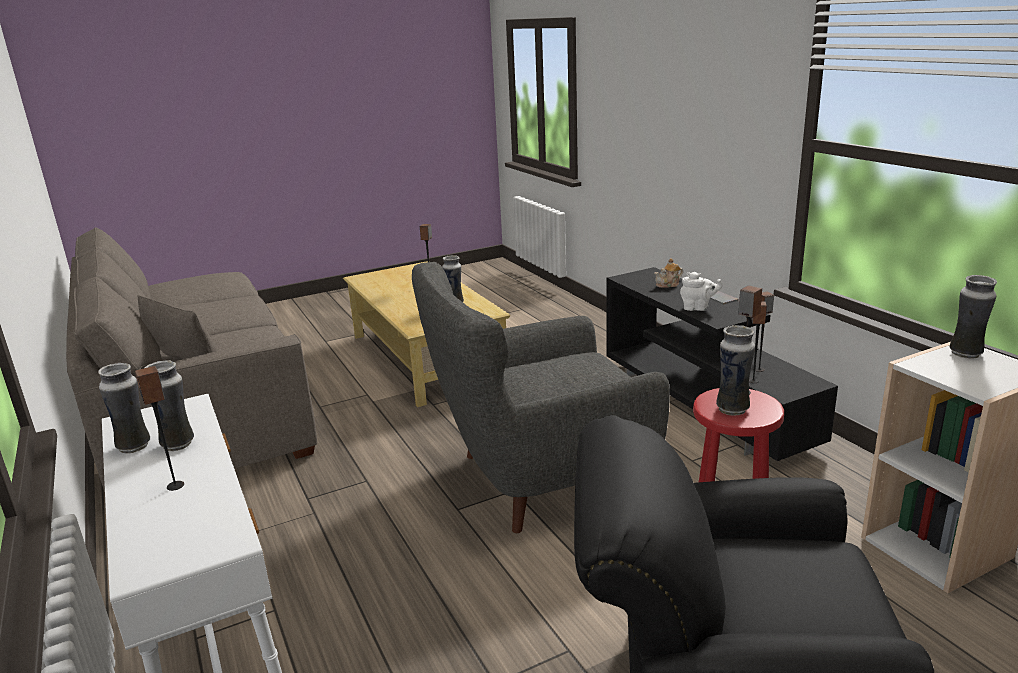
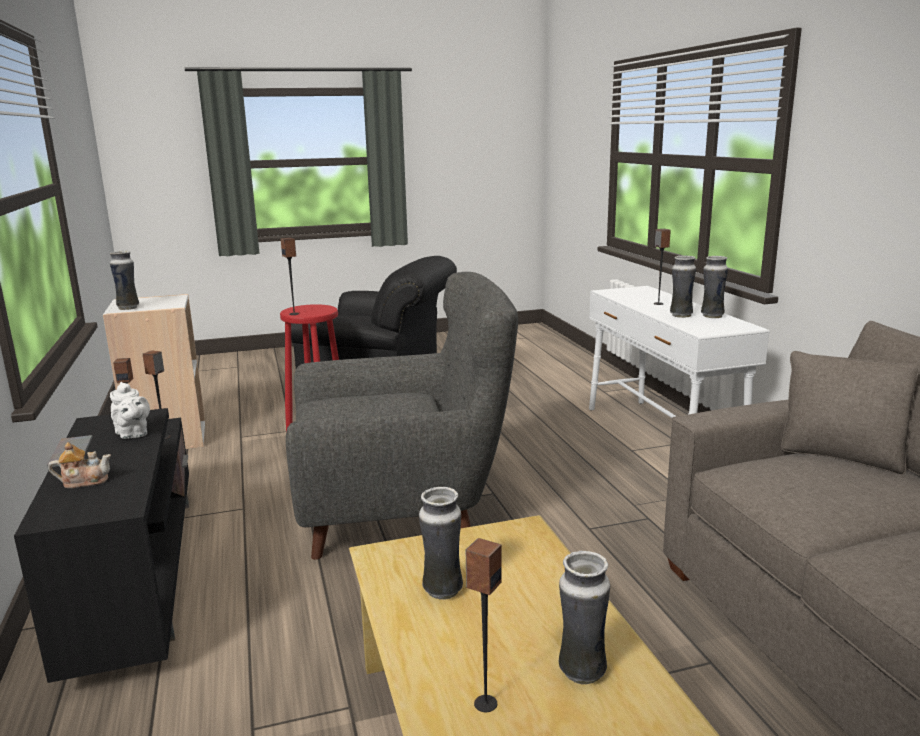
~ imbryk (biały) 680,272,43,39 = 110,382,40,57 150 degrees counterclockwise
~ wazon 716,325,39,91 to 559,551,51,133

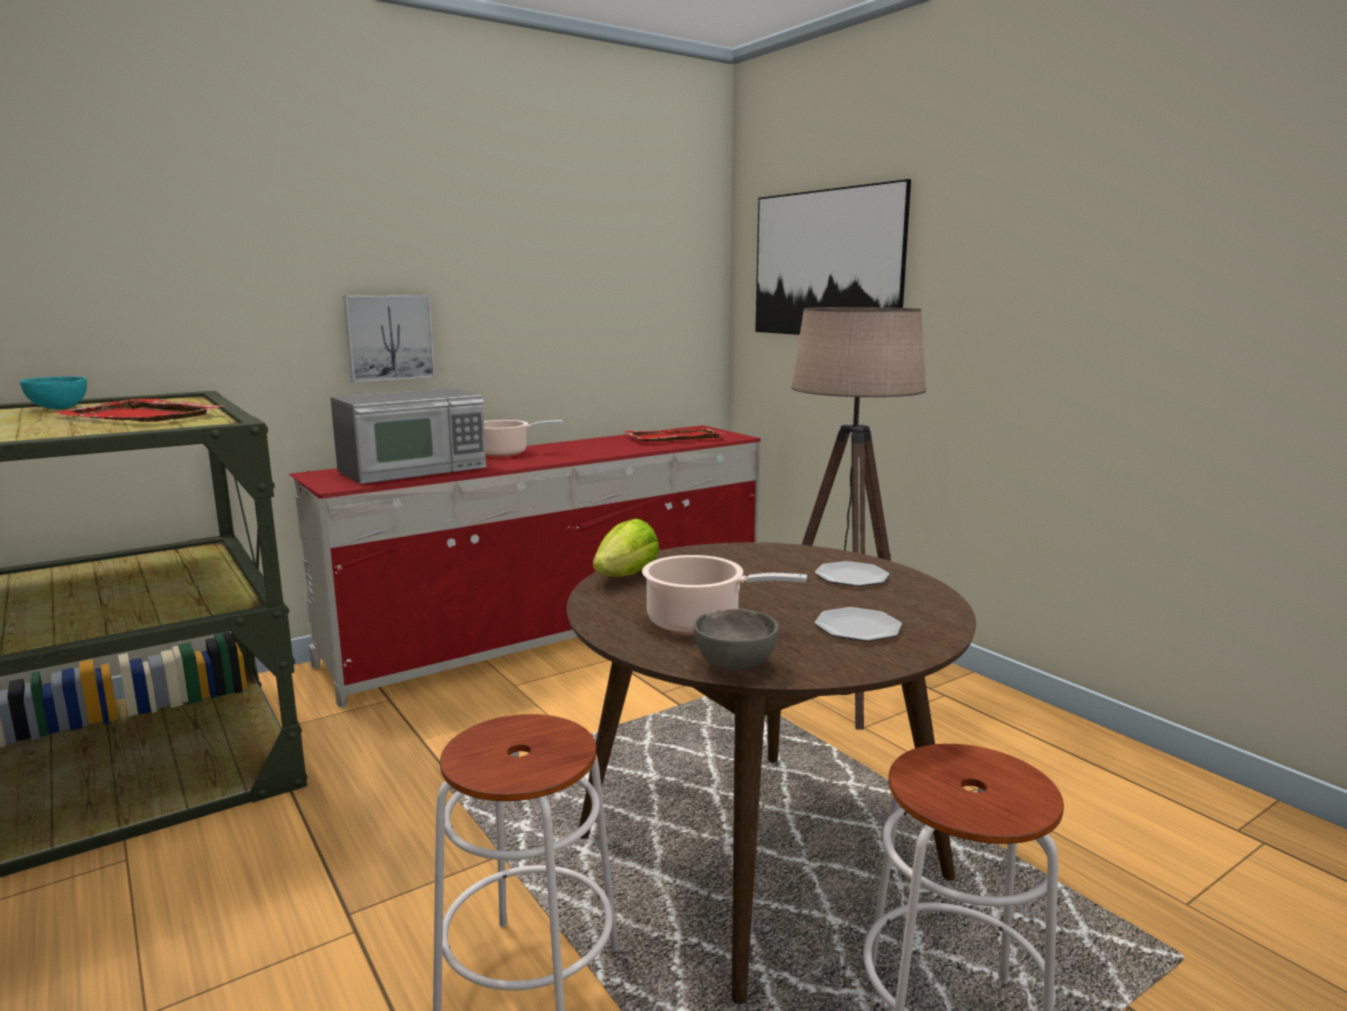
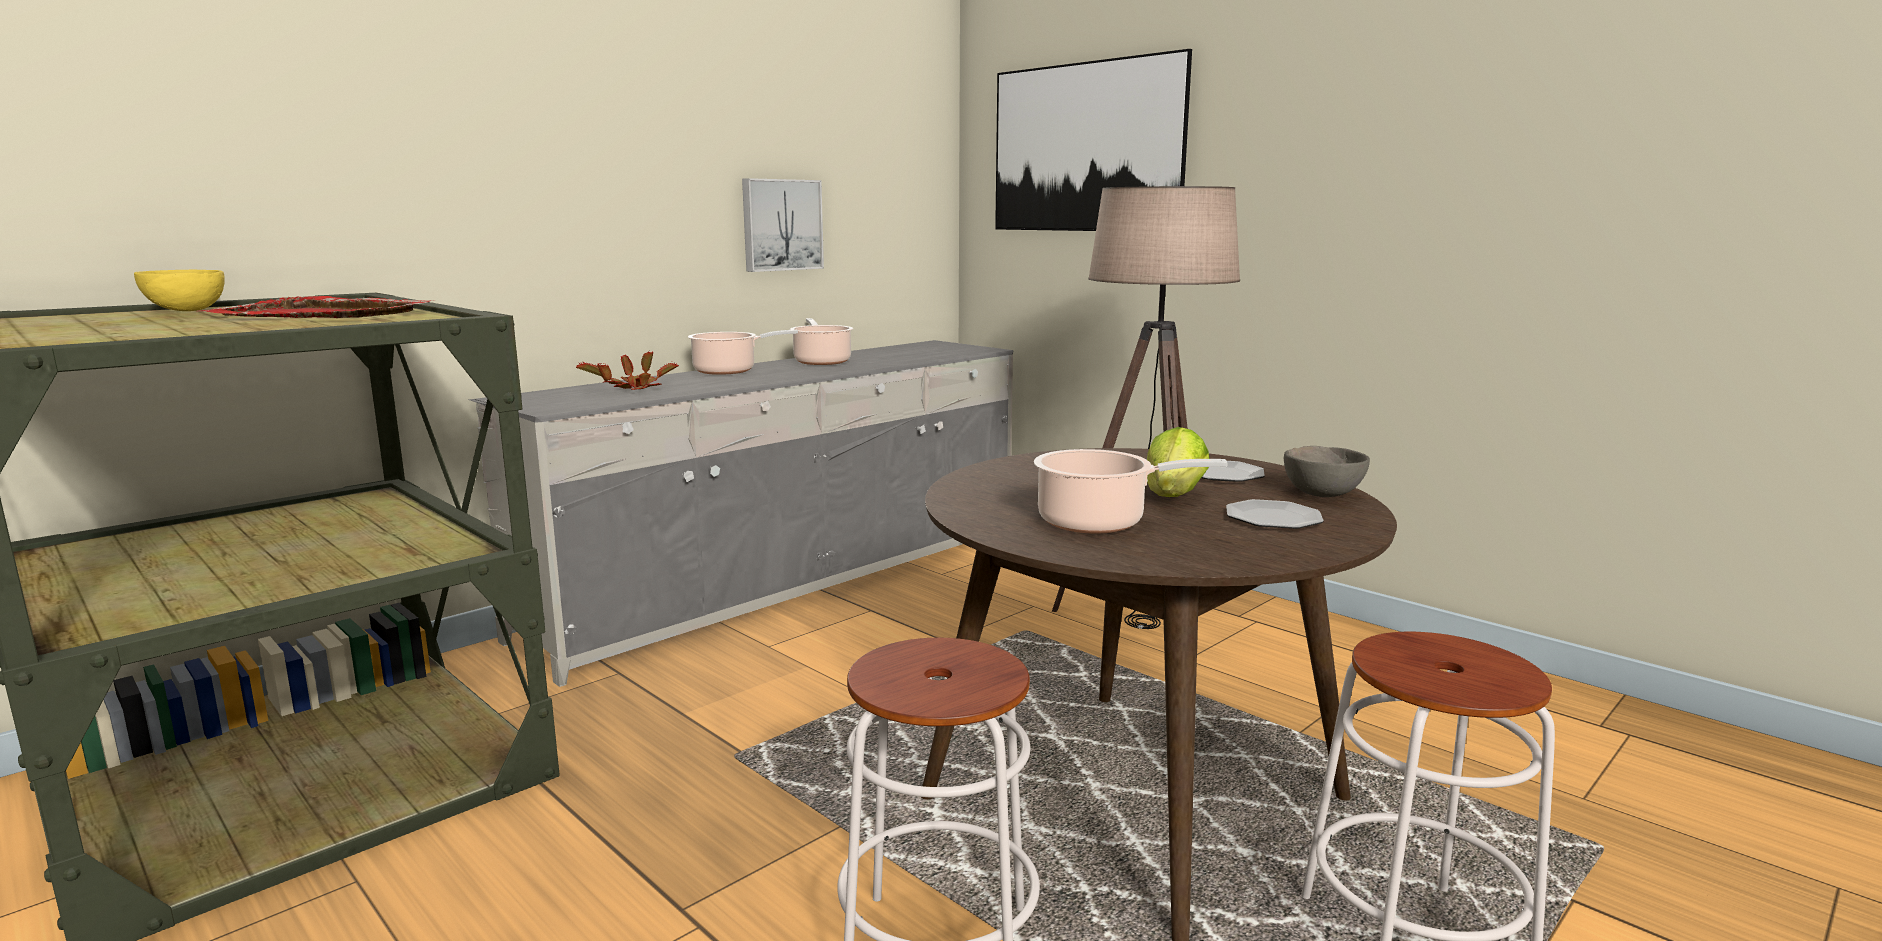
~ miska (turkusowy) 20,376,67,33 to miska (żółty) 134,270,91,41
~ szafka (czerwony) 289,425,472,283 to szafka (szary) 469,340,545,347
~ mikrofalówka 330,388,156,96 to roślina doniczkowa 576,350,103,40
~ obraz 343,295,92,87 to 742,178,82,94
+ garnek 790,318,63,47
~ sałata 593,518,67,59 to 1147,427,62,70
~ miska (szary) 693,609,86,62 to 1284,446,86,51
- taca (czerwony) 624,428,102,14

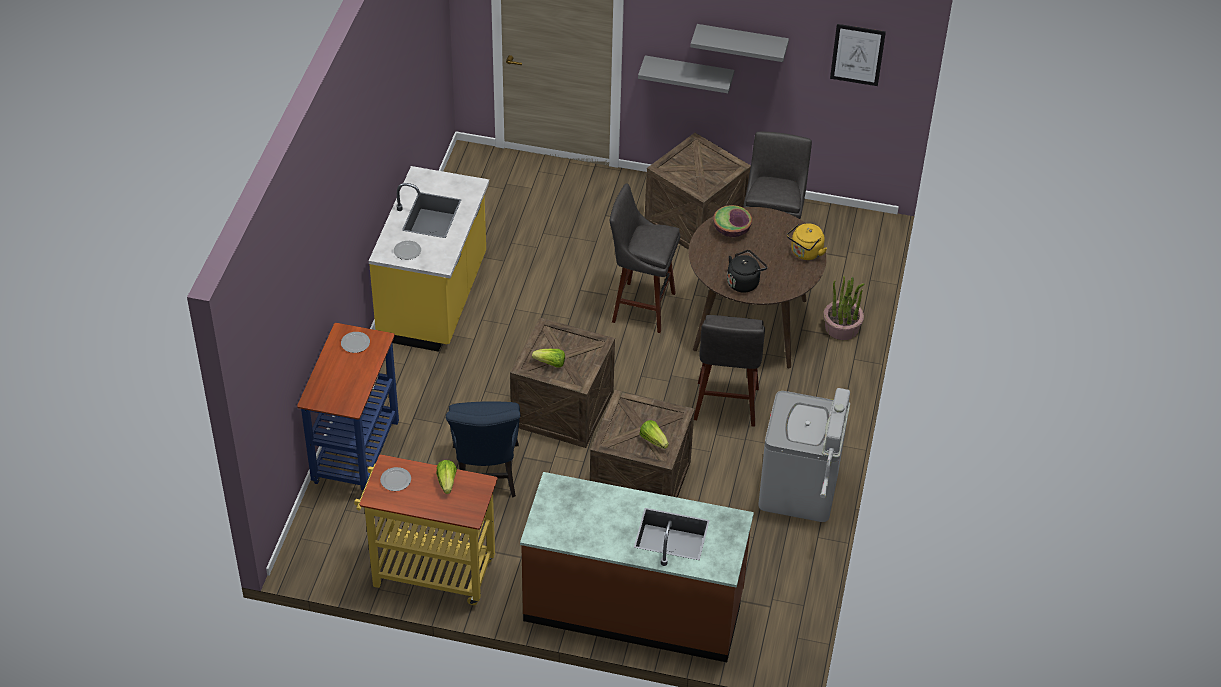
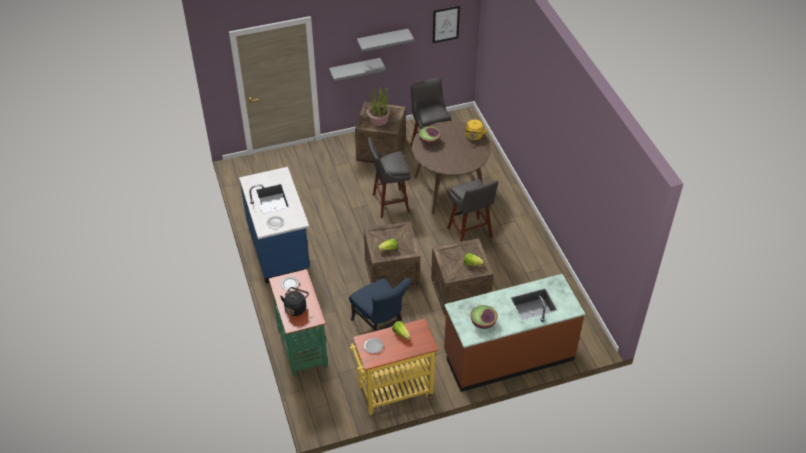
~ zabudowa kuchenna (żółty) 369,166,120,186 to zabudowa kuchenna (niebieski) 239,167,71,116
~ wózek (niebieski) 297,323,102,168 to wózek (zielony) 269,269,59,107
~ czajnik (czarny) 727,250,41,43 to 280,287,29,29
~ roślina doniczkowa 823,276,42,64 to 367,87,23,39
+ miska 471,305,27,24
- pralka (szary) 758,388,92,134

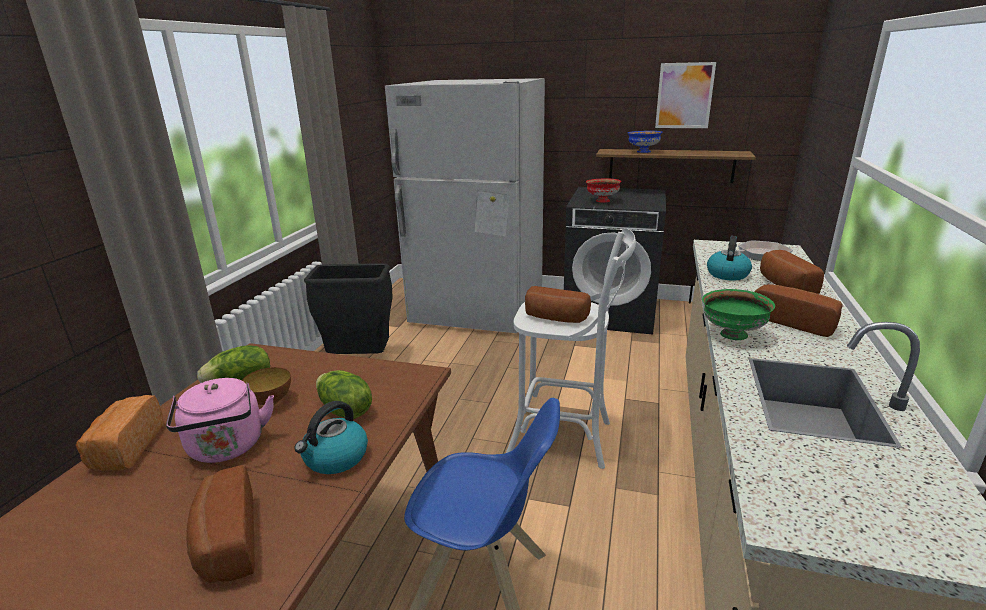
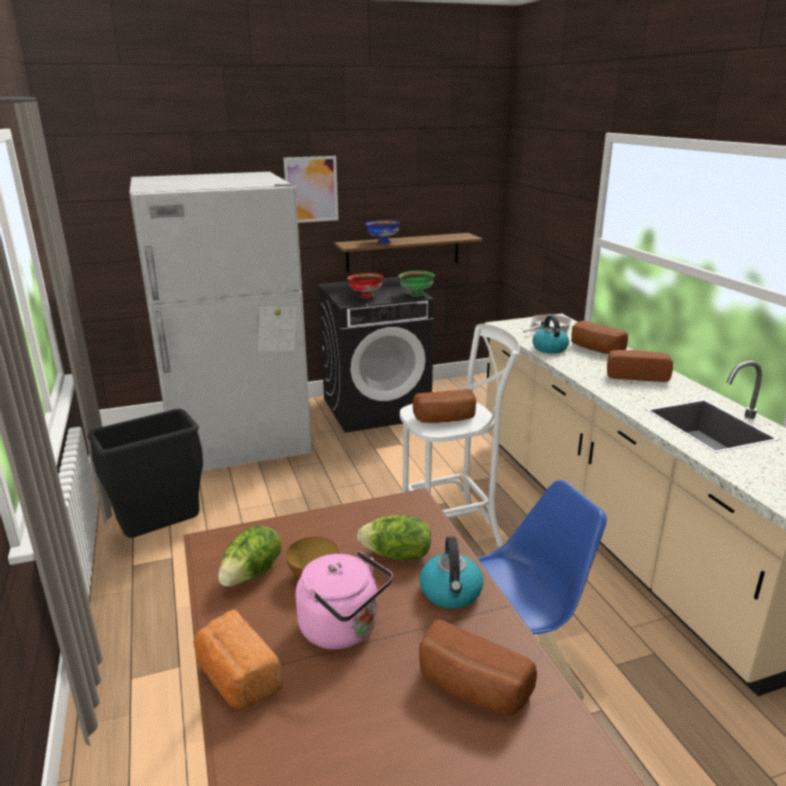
~ obraz 655,62,61,66 to 283,156,56,67
~ miska (zielony) 702,289,73,51 to 398,271,37,26

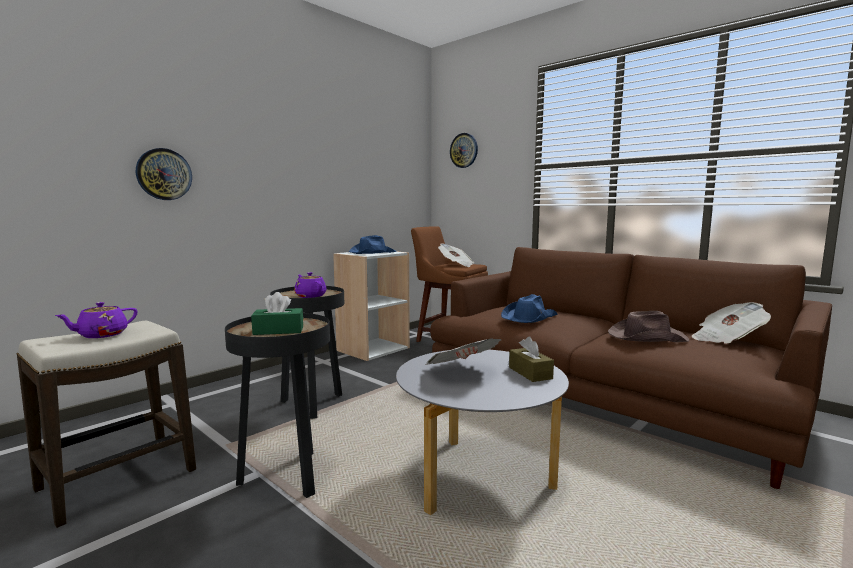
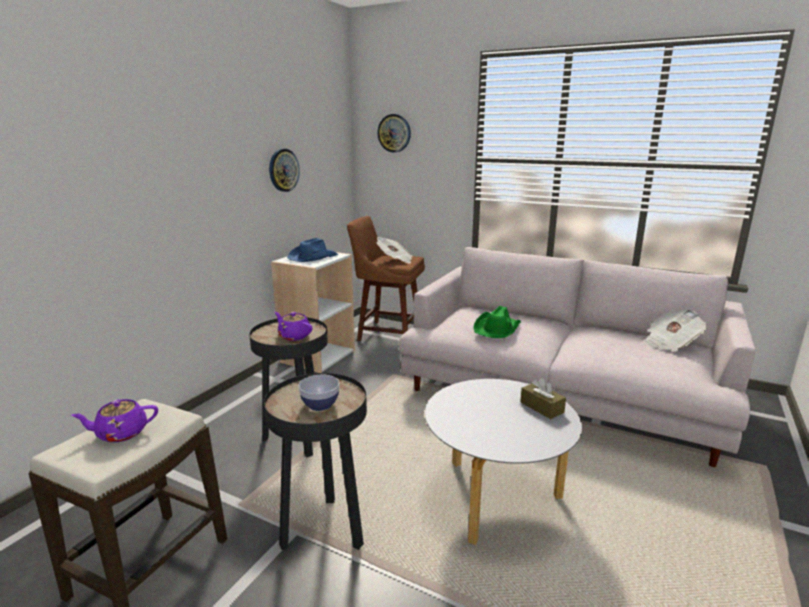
~ imbryk (fioletowy) 55,302,83,36 = 71,399,87,44 45 degrees clockwise
~ zegar ścienny 136,148,56,52 to 269,149,31,43
~ pudełko chusteczek (zielony) 251,292,52,43 to miska 299,375,40,36
~ kanapa (brązowy) 430,247,402,242 to kanapa (biały) 399,247,357,220
~ kapelusz (niebieski) 501,294,57,29 to kapelusz (zielony) 473,306,48,32
- gazeta 427,338,74,27
- kapelusz (brązowy) 608,311,81,31

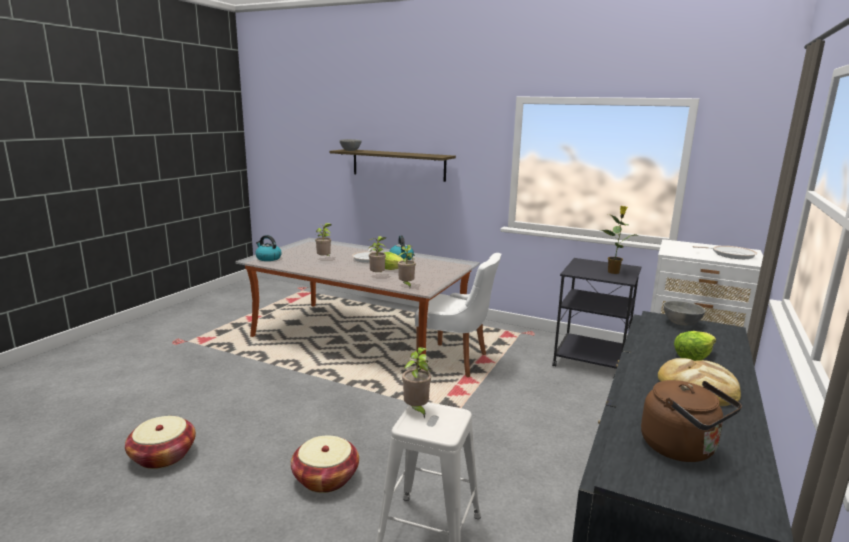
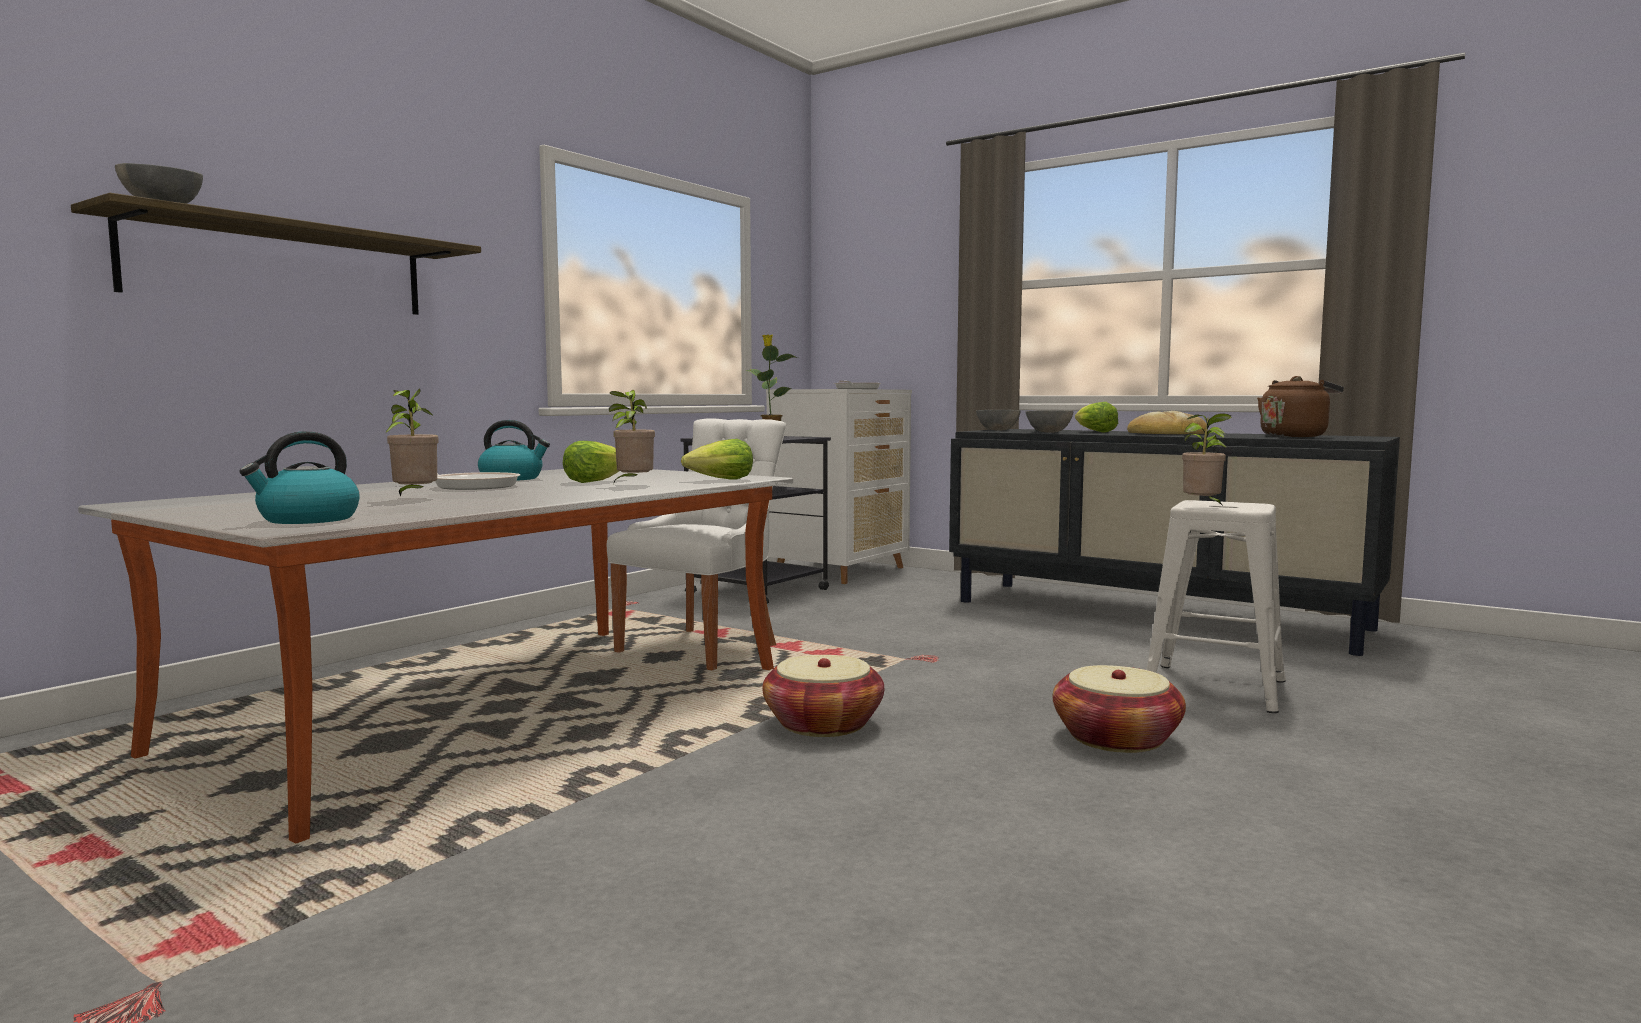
~ roślina doniczkowa 398,245,18,42 to sałata 681,439,72,41
~ koszyk 125,416,71,53 to 762,655,122,82
+ miska (szary) 1026,410,47,23

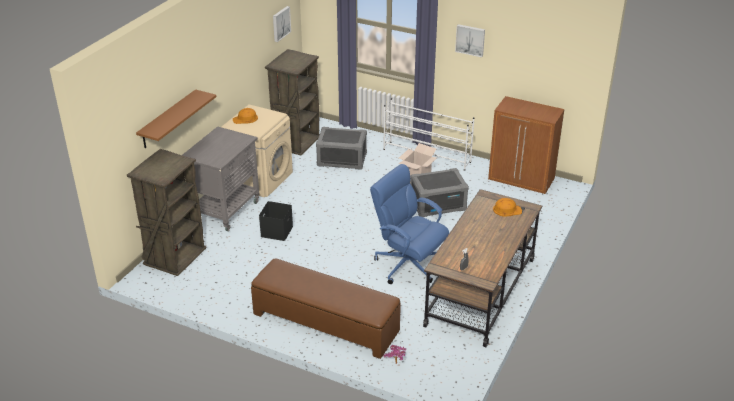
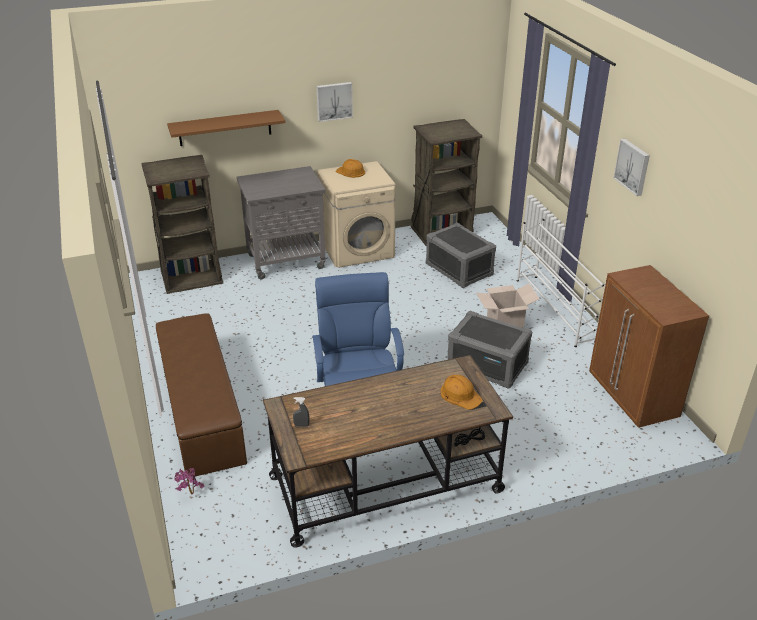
~ obraz 273,6,18,36 to 316,82,37,40
- pojemnik do przechowywania (czarny) 259,201,34,40

